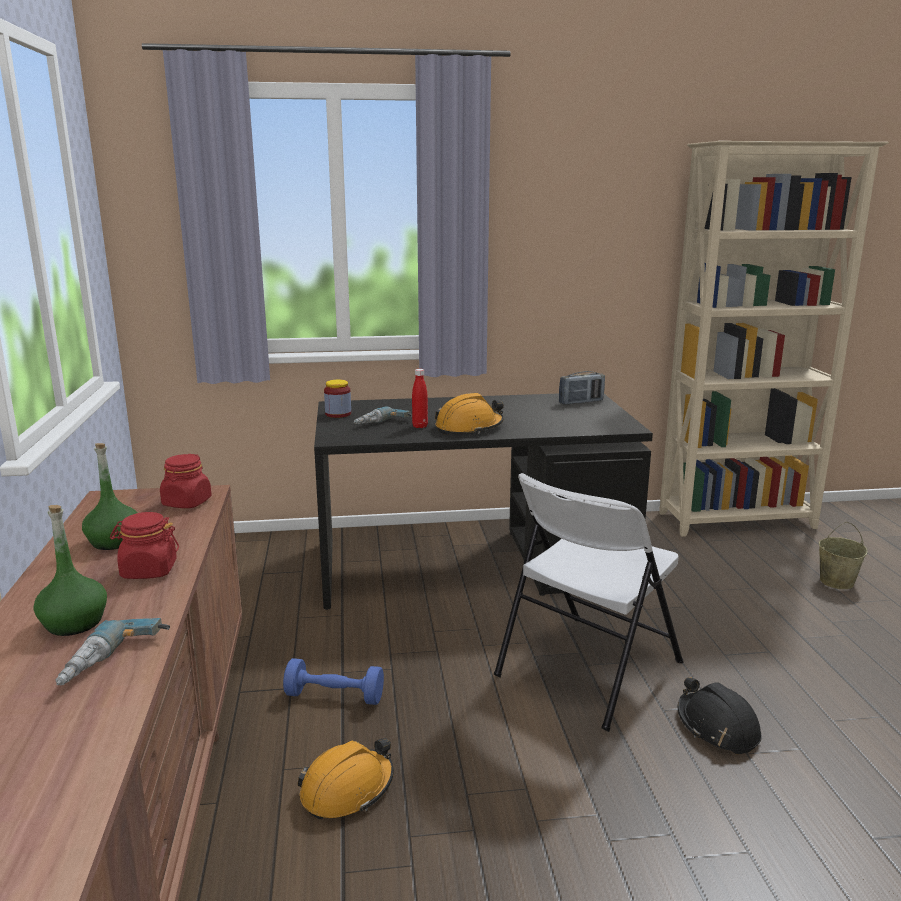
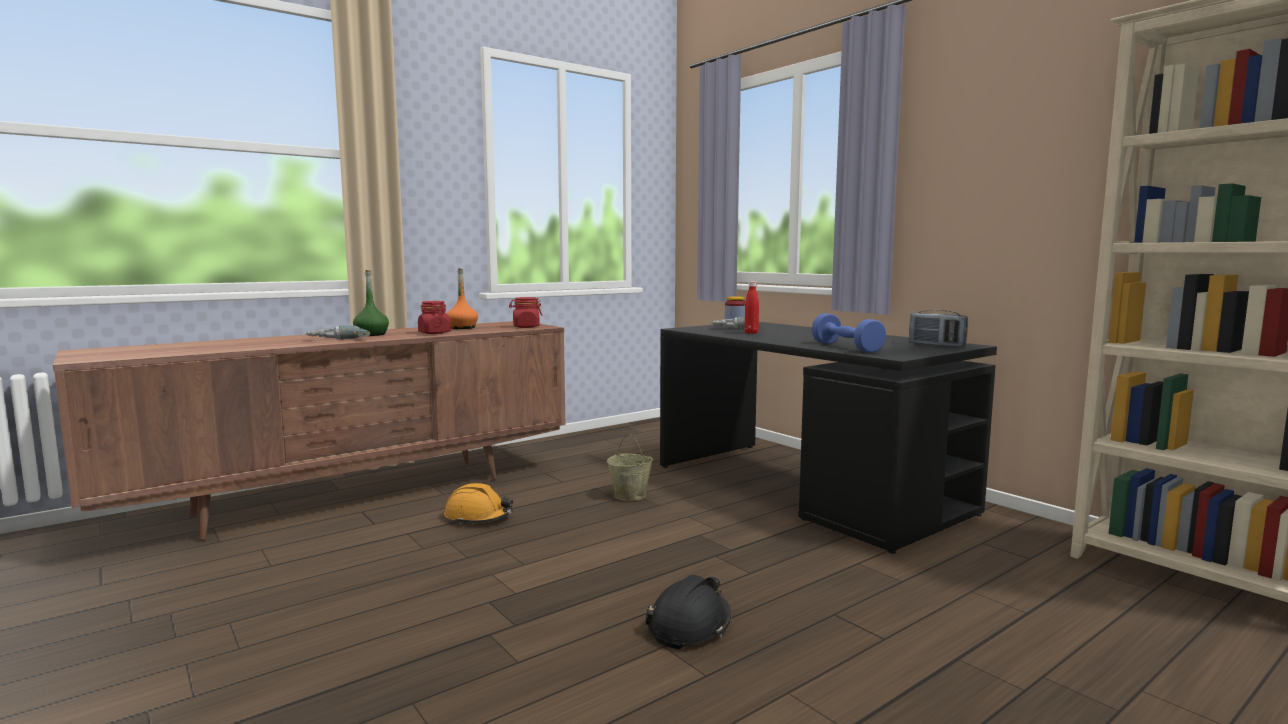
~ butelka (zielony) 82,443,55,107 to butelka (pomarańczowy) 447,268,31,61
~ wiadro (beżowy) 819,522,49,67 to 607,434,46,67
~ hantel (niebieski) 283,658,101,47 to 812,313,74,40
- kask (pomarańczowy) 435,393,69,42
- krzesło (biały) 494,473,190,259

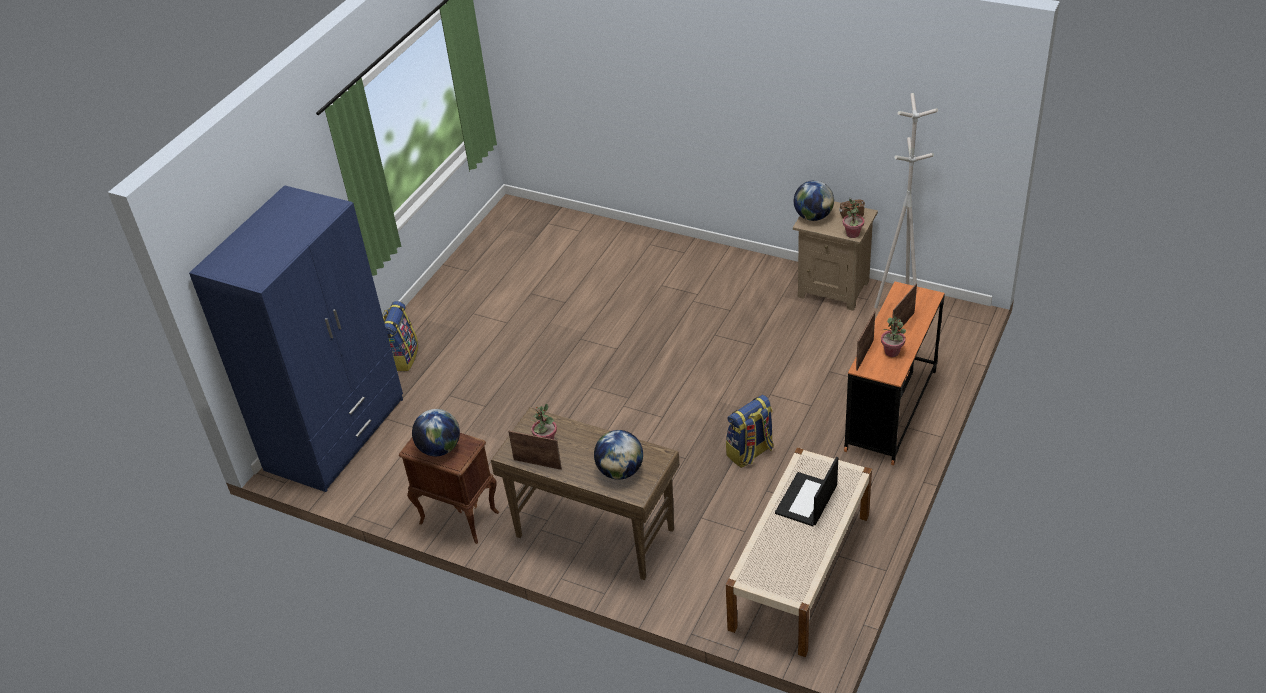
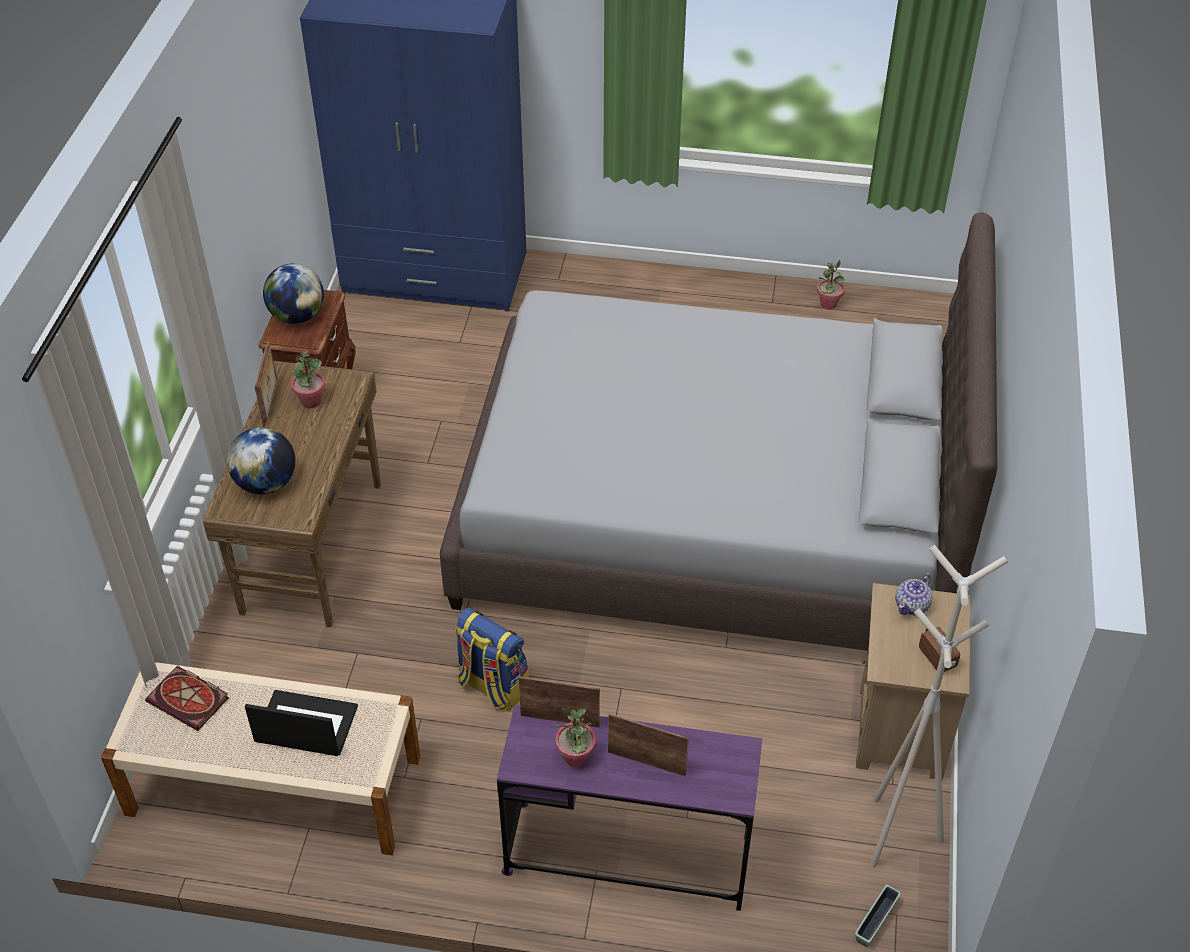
+ książka 145,666,84,65
+ łóżko (szary) 440,212,558,439
~ biurko (pomarańczowy) 844,282,101,184 to biurko (fioletowy) 497,705,266,206
~ roślina doniczkowa 843,198,21,40 to 817,260,28,50
+ donica 855,885,46,62
~ globus 794,180,40,41 to imbryk 895,573,37,42
- plecak 383,301,35,70

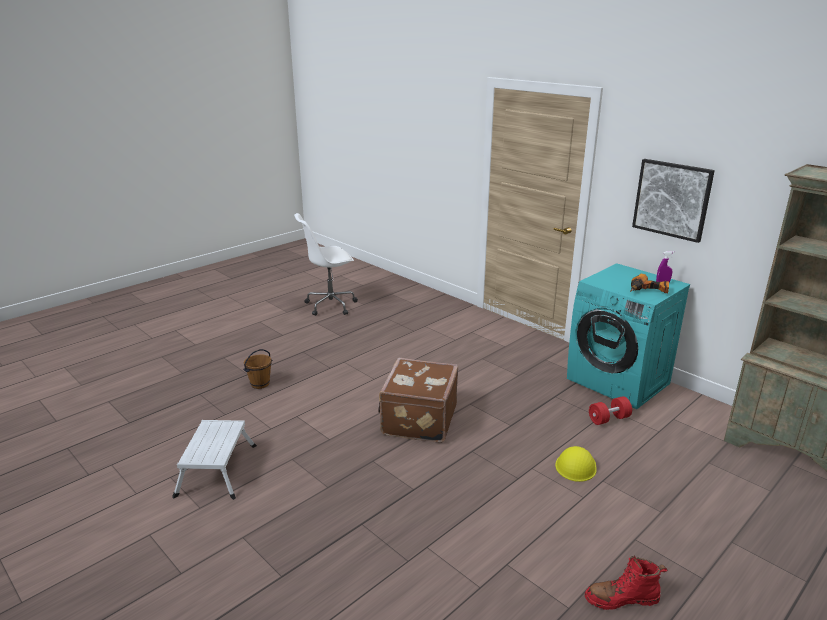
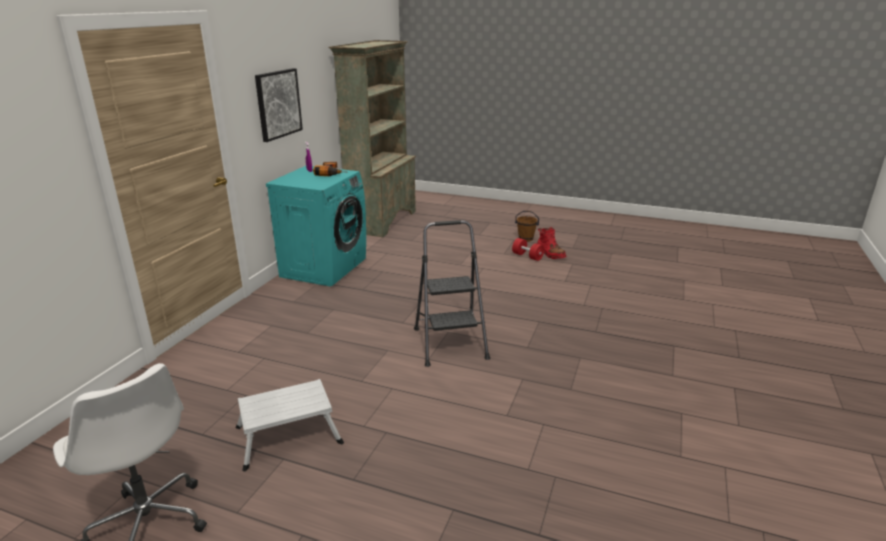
~ drabinka (biały) 172,420,85,80 to 235,379,109,93
~ walizka (brązowy) 378,358,80,85 to drabinka (czarny) 414,220,76,147
~ hantel (czerwony) 589,396,43,29 to 512,238,32,23
~ wiadro (brązowy) 243,349,29,40 to 515,211,24,31
- kask (żółty) 555,446,42,36

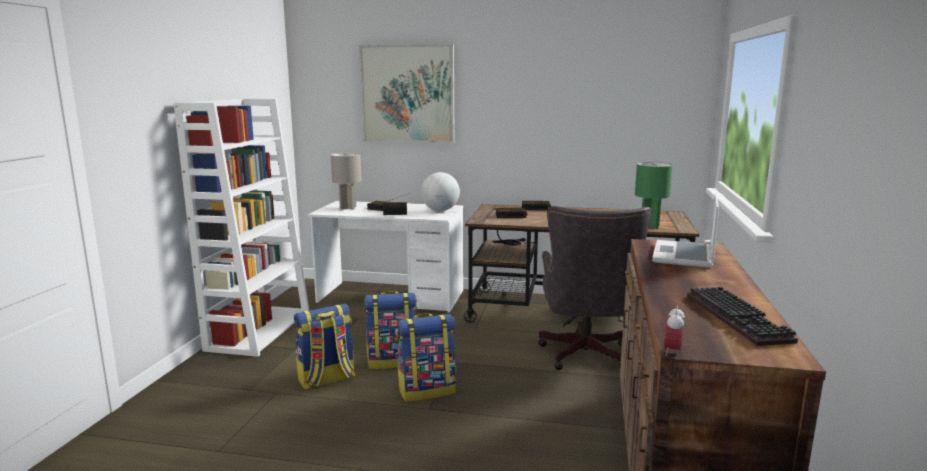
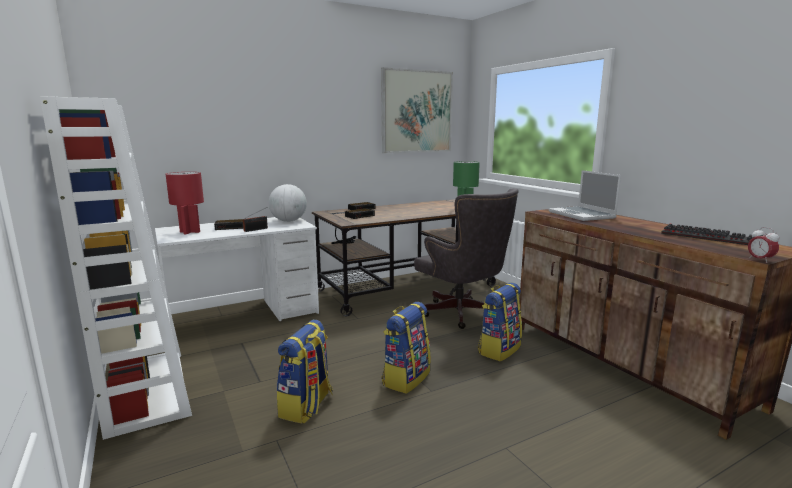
~ lampa stołowa (szary) 331,153,31,57 to lampa stołowa (czerwony) 166,172,38,62
~ obraz 359,44,96,99 to 381,67,72,86
~ plecak 364,291,53,78 to 478,283,44,79

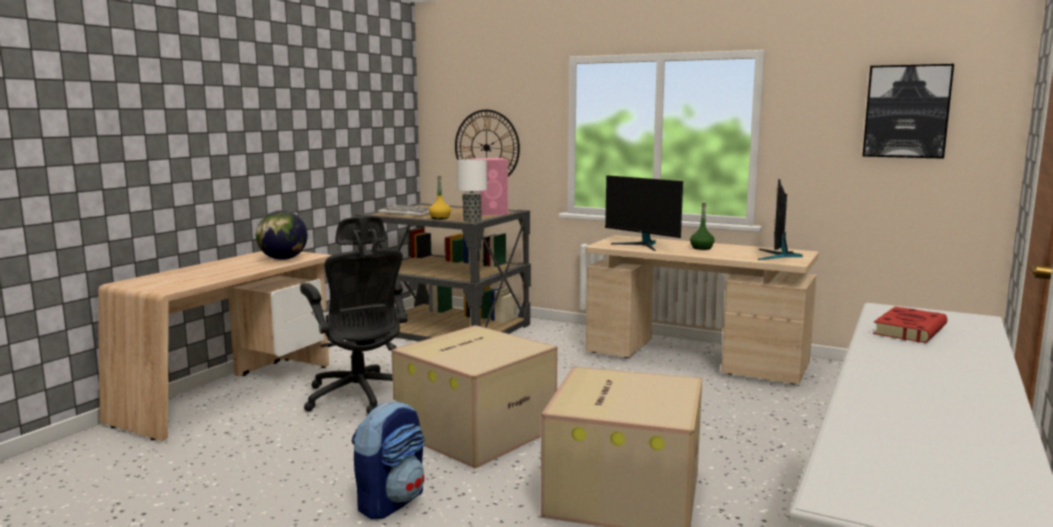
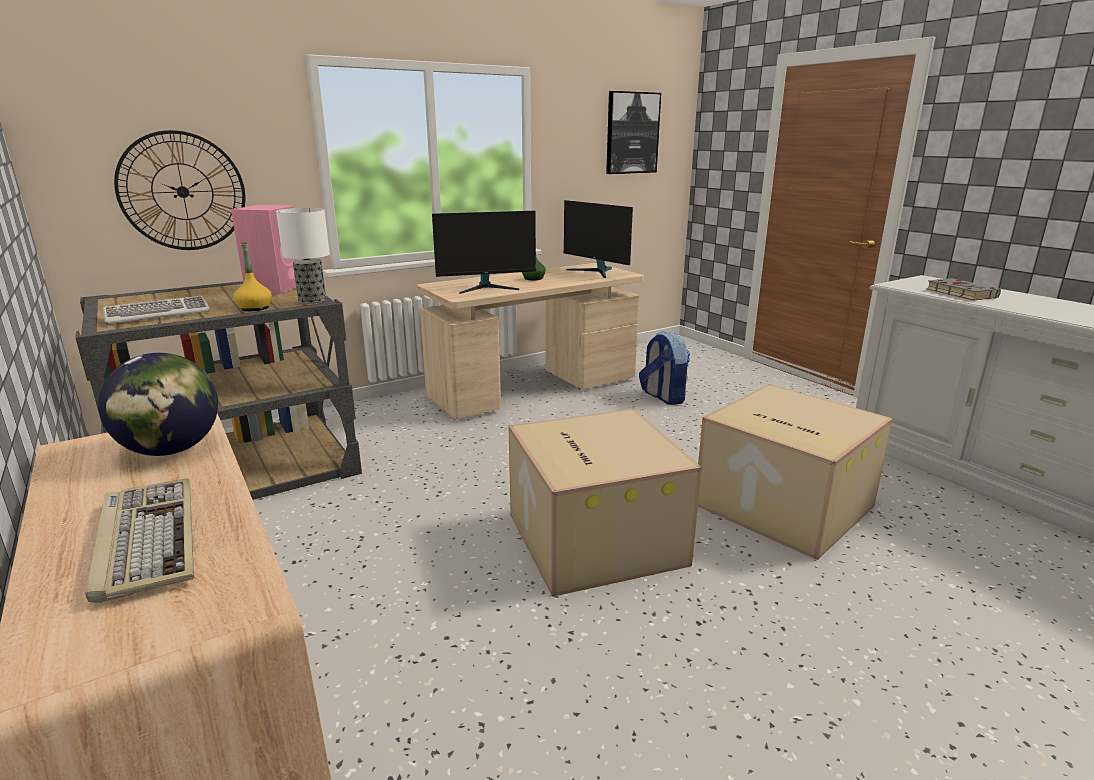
+ klawiatura 85,478,110,125
~ plecak 352,400,73,119 to 639,331,51,74
~ książka (czerwony) 873,306,74,37 to książka (szary) 926,278,75,23
- krzesło biurowe 300,216,108,198

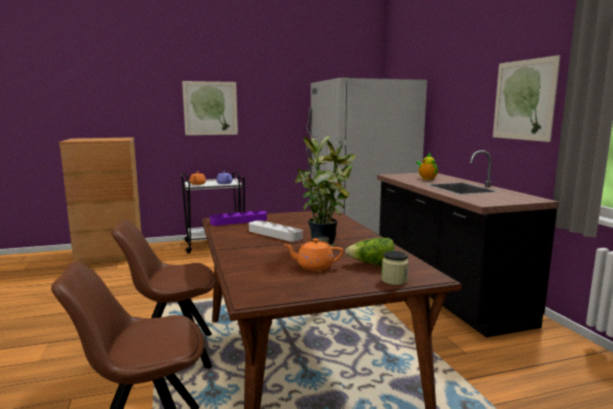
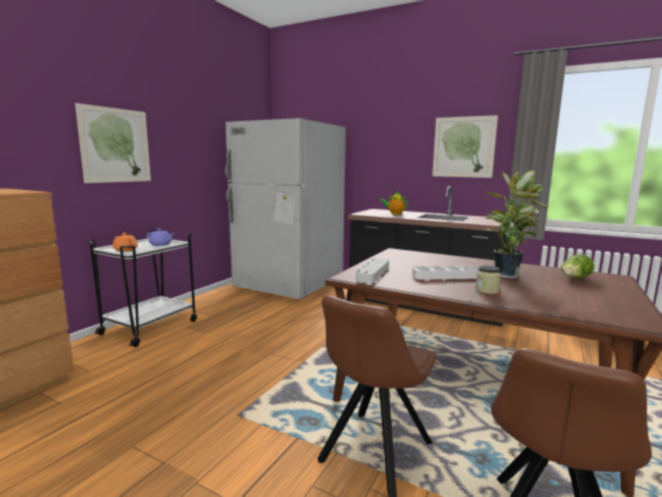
~ taca (fioletowy) 210,211,57,15 to taca (szary) 356,258,33,25
~ słoik 381,251,28,34 to 476,266,25,28
- imbryk (pomarańczowy) 284,238,60,33

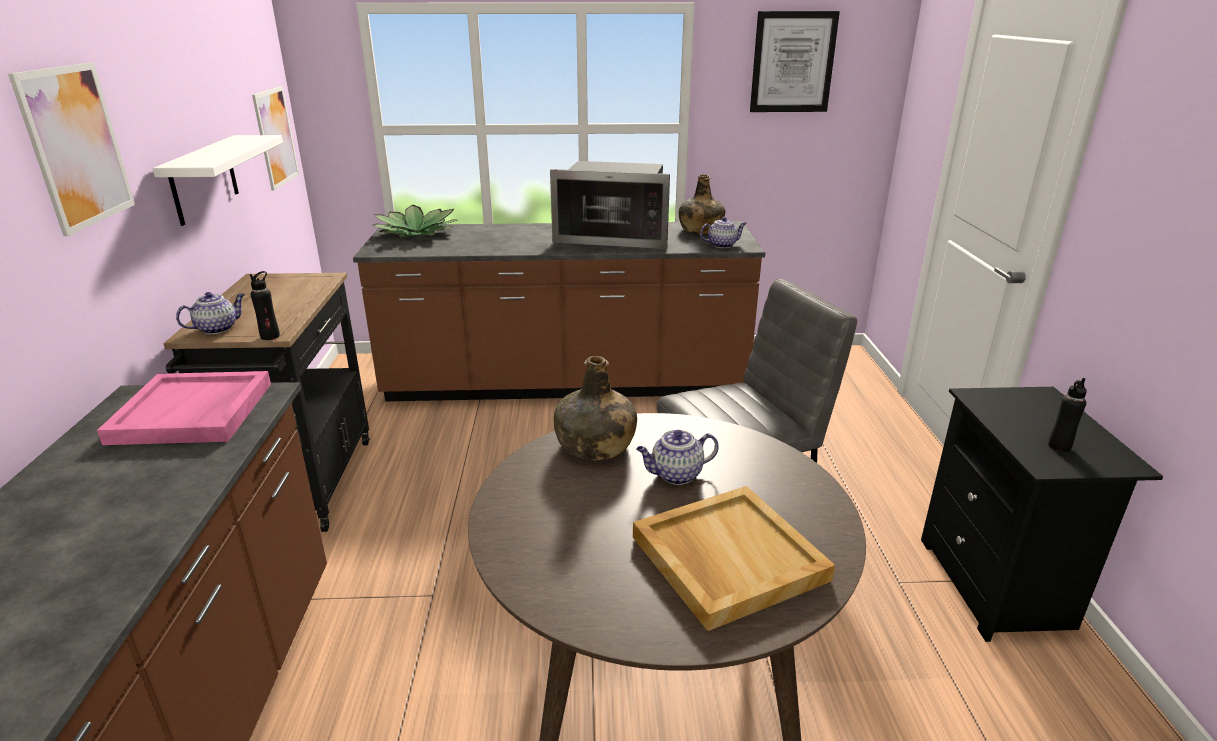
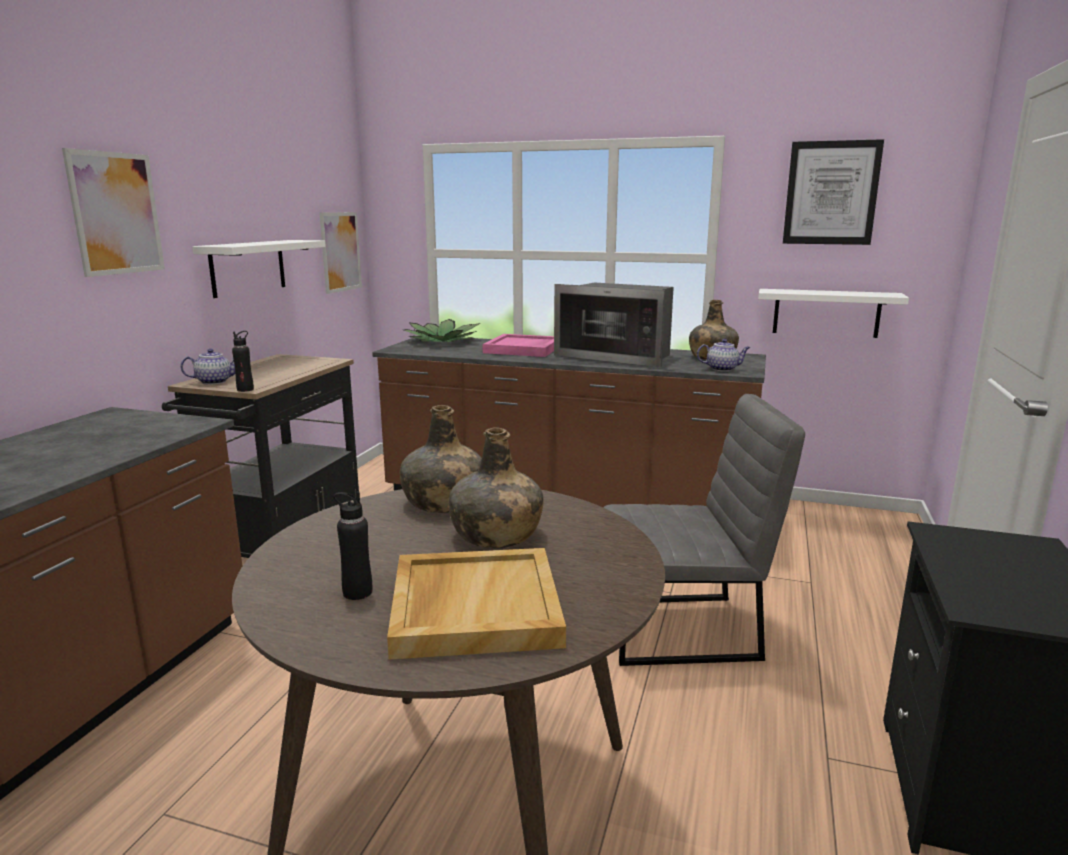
~ butelka (czarny) 1048,378,39,74 to 334,491,38,109
~ imbryk 636,430,83,55 to butelka (zielony) 448,427,96,121
~ taca (różowy) 97,371,174,74 to 482,334,72,23
+ półka (biały) 758,289,151,49

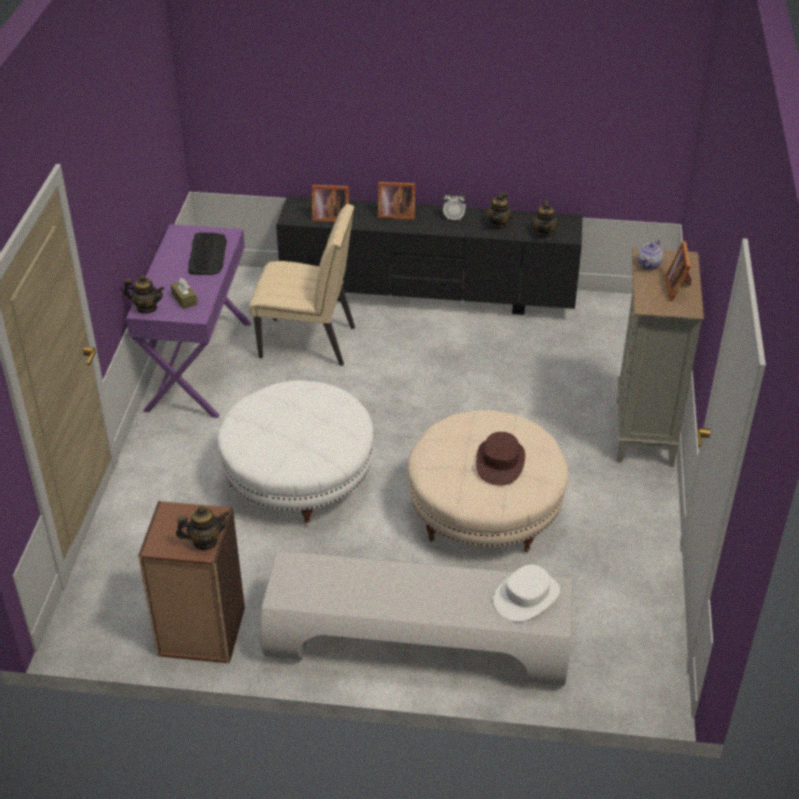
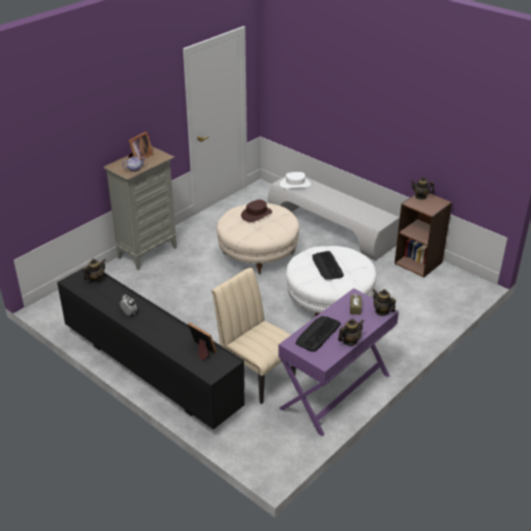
+ klawiatura 312,251,32,29
~ imbryk 486,192,26,38 to 338,319,26,27
- ramka na zdjęcie 378,182,37,38

